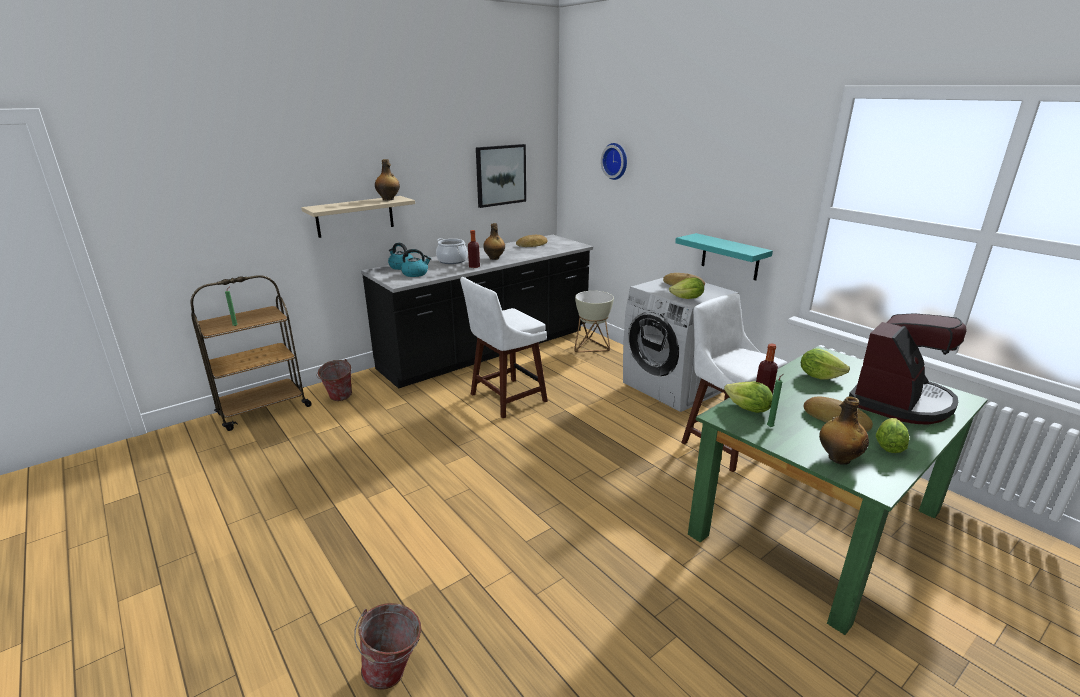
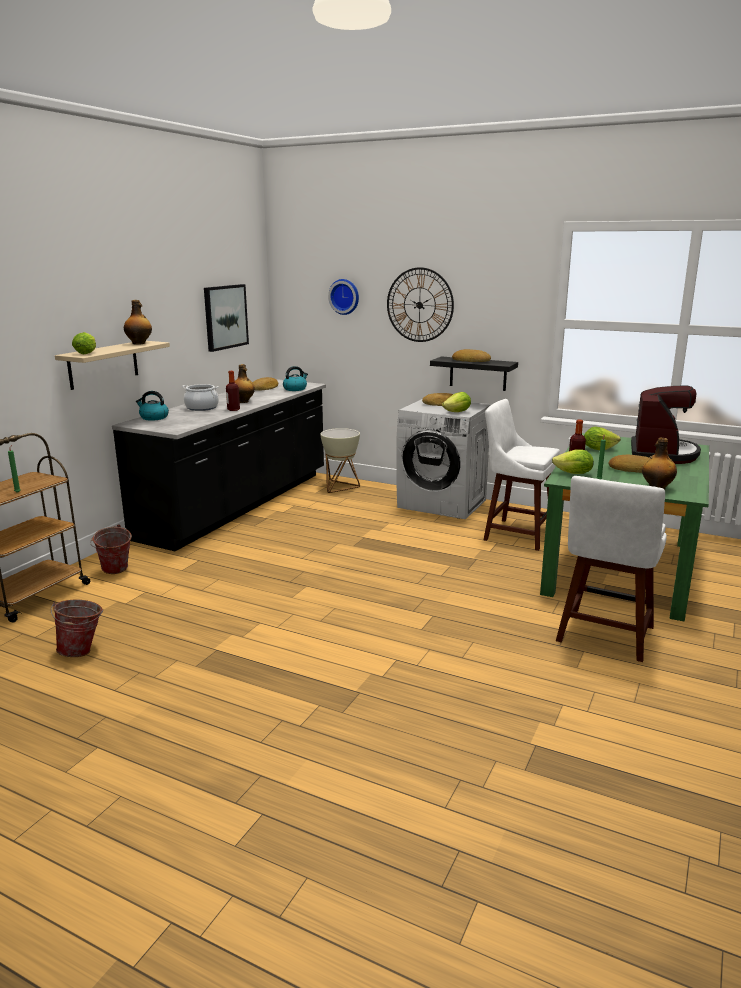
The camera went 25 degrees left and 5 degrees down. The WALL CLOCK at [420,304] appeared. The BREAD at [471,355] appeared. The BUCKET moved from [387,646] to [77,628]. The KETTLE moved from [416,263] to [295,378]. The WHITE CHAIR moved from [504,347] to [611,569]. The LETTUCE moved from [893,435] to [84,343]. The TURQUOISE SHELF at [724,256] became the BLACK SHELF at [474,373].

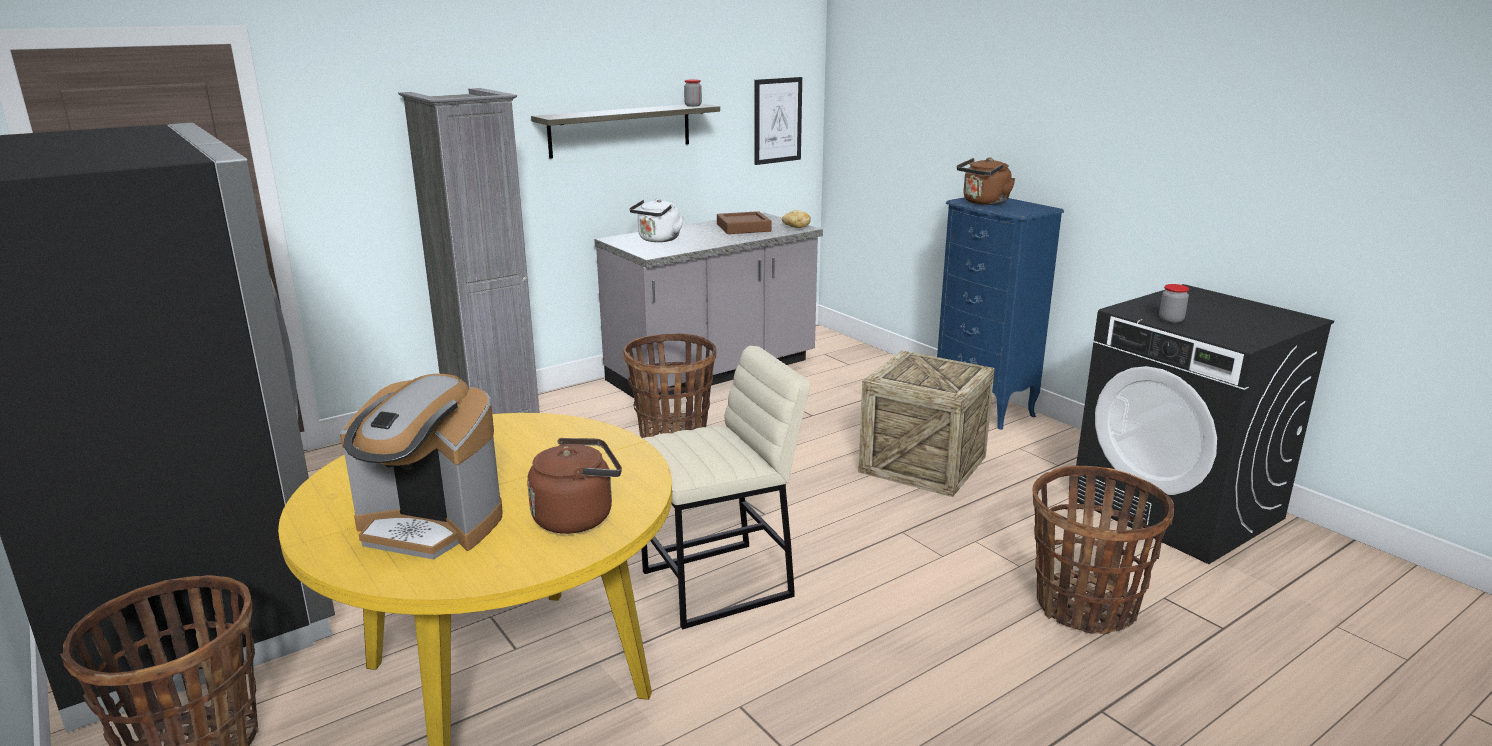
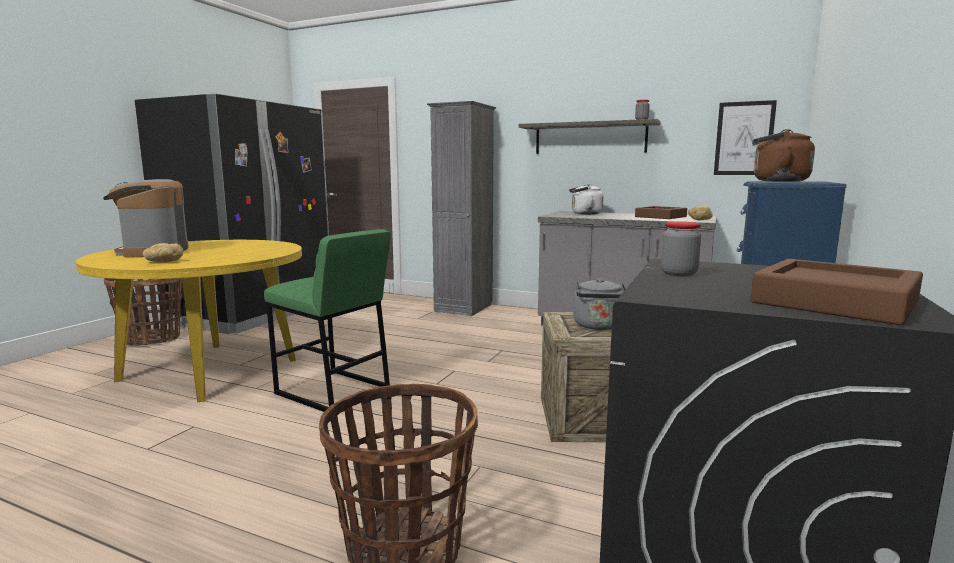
The camera went 60 degrees right and 10 degrees down. The BASKET at [669,385] disappeared. The GREY KETTLE at [599,304] appeared. The BROWN TRAY at [837,292] appeared. The BROWN KETTLE at [574,486] was replaced by the BREAD at [163,252]. The BEIGE CHAIR at [725,487] became the GREEN CHAIR at [327,320].

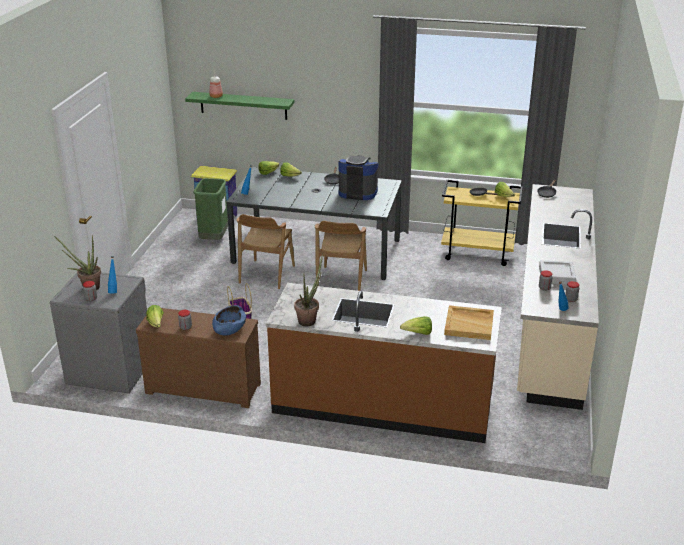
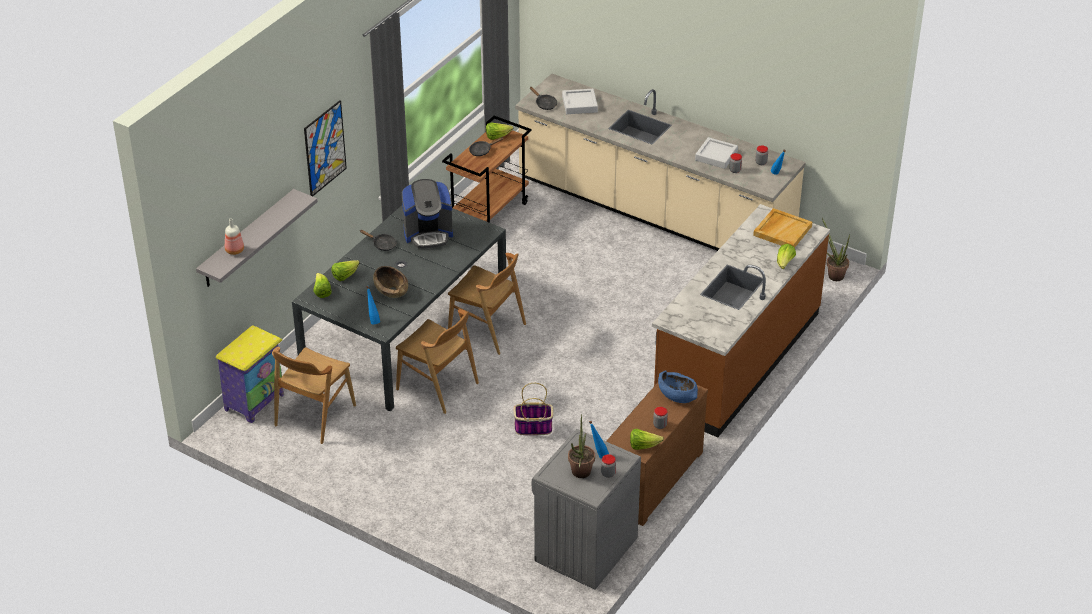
The camera went 70 degrees left and 10 degrees up. The PICTURE at [325,148] appeared. The BROWN BOWL at [390,282] appeared. The GREY TRAY at [580,101] appeared. The POTTED PLANT moved from [308,290] to [836,249]. The GREEN TRASH CAN at [210,209] was replaced by the BROWN CHAIR at [314,395]. The GREEN SHELF at [240,106] became the GREY SHELF at [257,238]. The YELLOW CART at [482,223] became the BROWN CART at [487,169]. The COFFEE MACHINE at [358,177] turned 135 degrees counterclockwise.

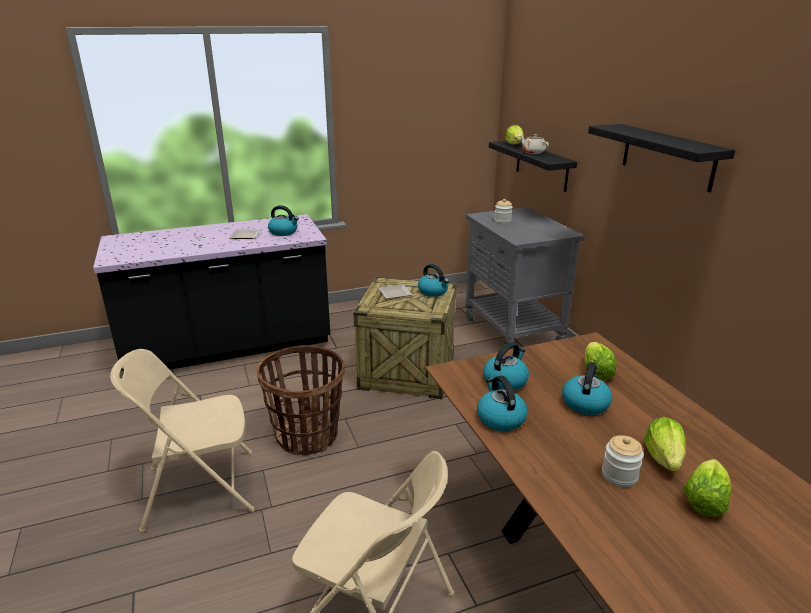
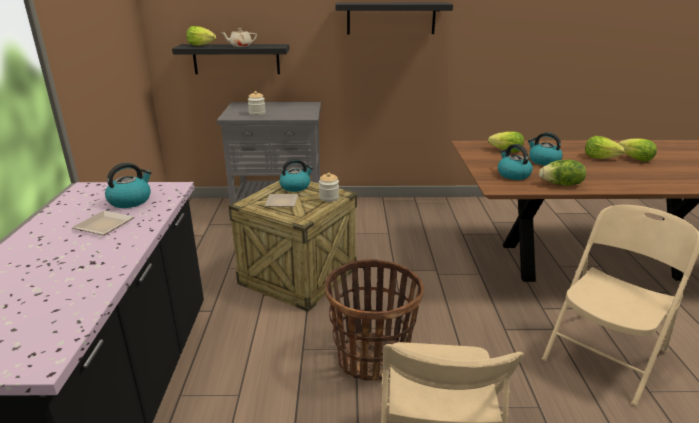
The camera went 70 degrees left and 0 degrees up. The JAR moved from [623,461] to [329,187]. The KETTLE at [502,403] was replaced by the LETTUCE at [562,173].

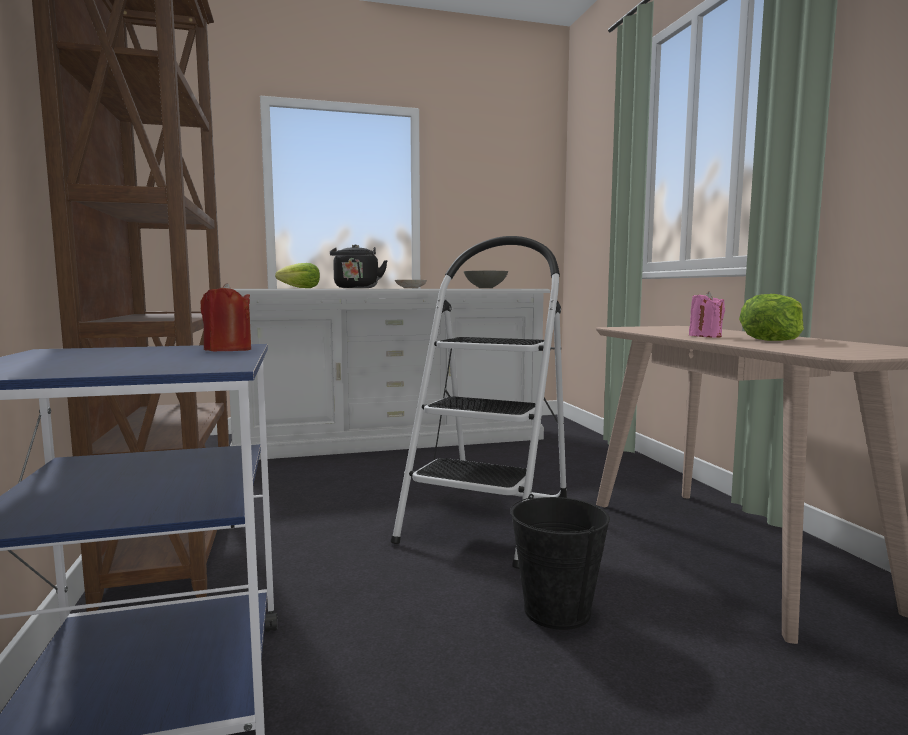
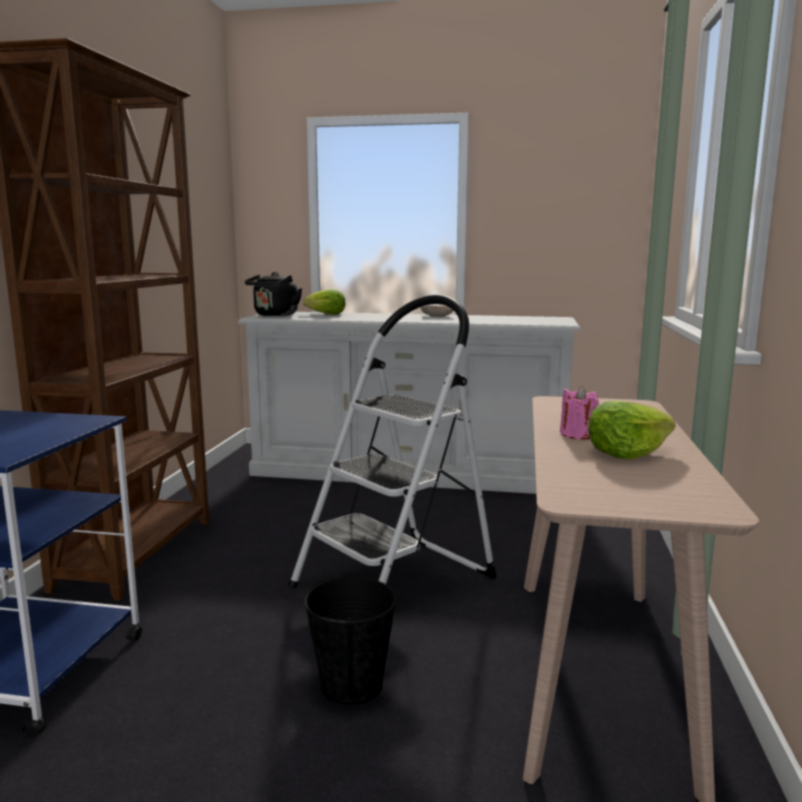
The camera went 25 degrees right and 5 degrees up. The RED CANDLE at [225,317] disappeared. The GREY BOWL at [486,279] disappeared. The BLACK KETTLE moved from [359,266] to [273,294].

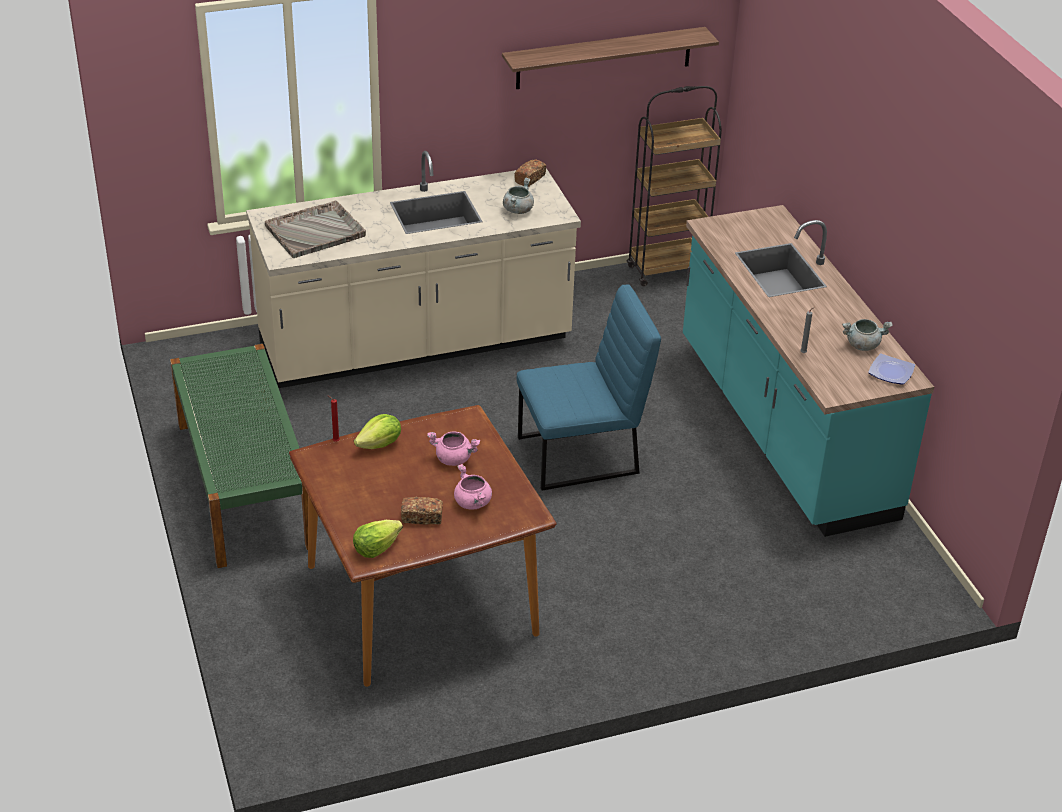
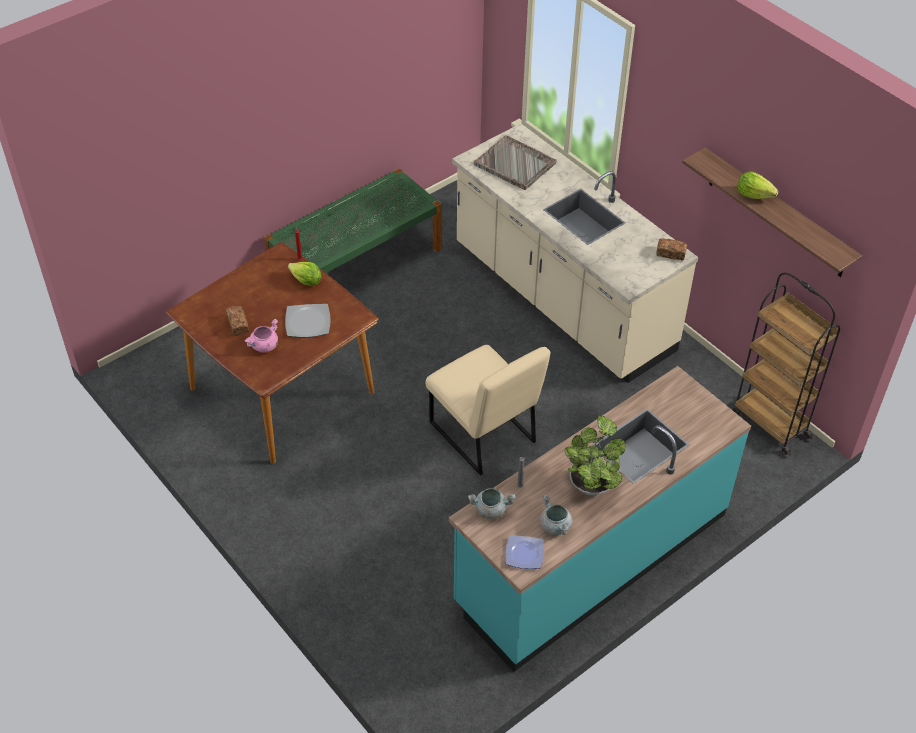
The camera went 70 degrees right and 10 degrees up. The POTTED PLANT at [595,456] appeared. The LETTUCE moved from [378,539] to [757,185]. The GREY COOKING POT moved from [518,195] to [491,503]. The PINK COOKING POT at [453,448] was replaced by the PLATE at [308,320]. The BLUE CHAIR at [589,387] became the BEIGE CHAIR at [488,410].

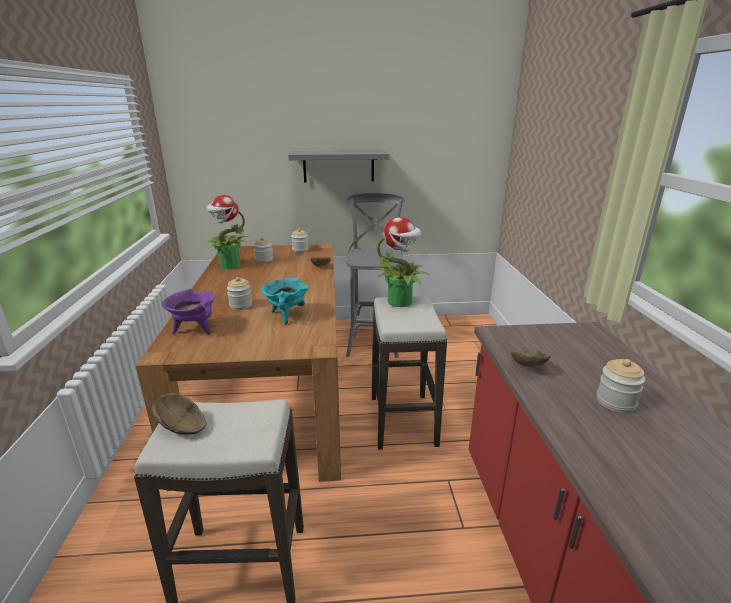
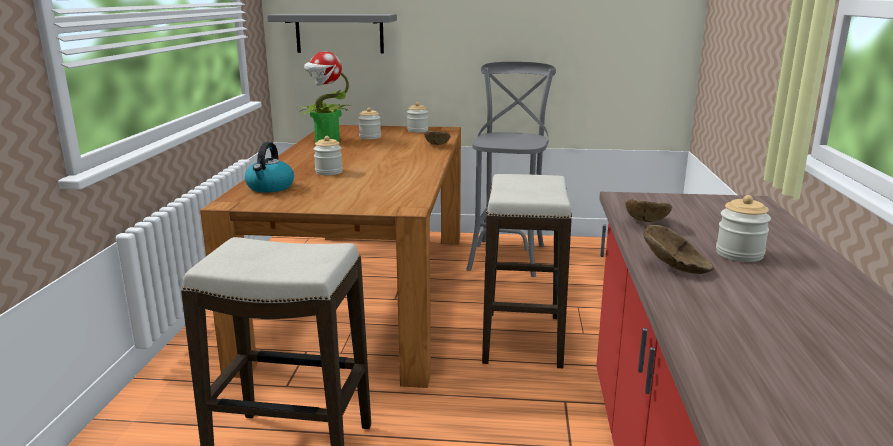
The camera went 10 degrees right and 5 degrees down. The TURQUOISE COOKING POT at [285,301] disappeared. The POTTED PLANT at [401,262] disappeared. The BROWN BOWL moved from [178,414] to [678,249]. The GREY SHELF moved from [339,166] to [332,33]. The PURPLE COOKING POT at [188,312] was replaced by the KETTLE at [269,167].

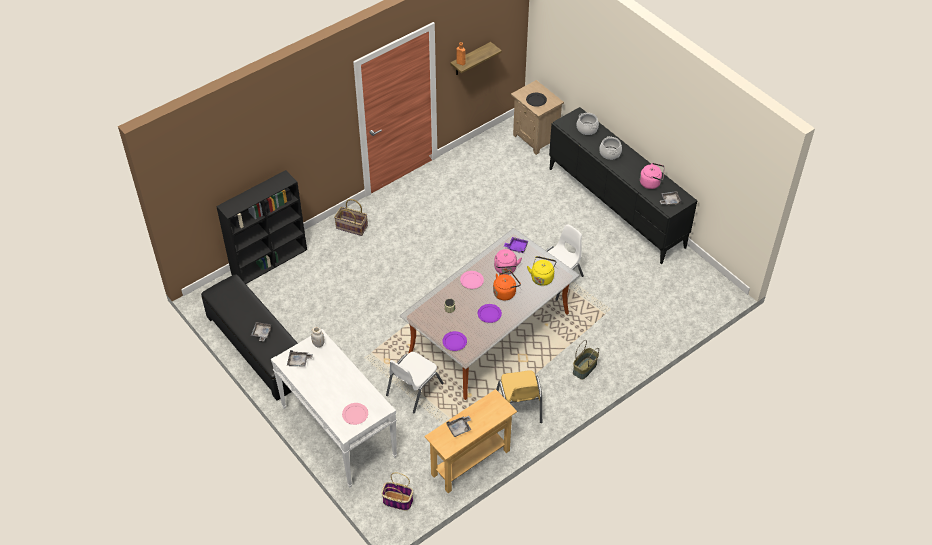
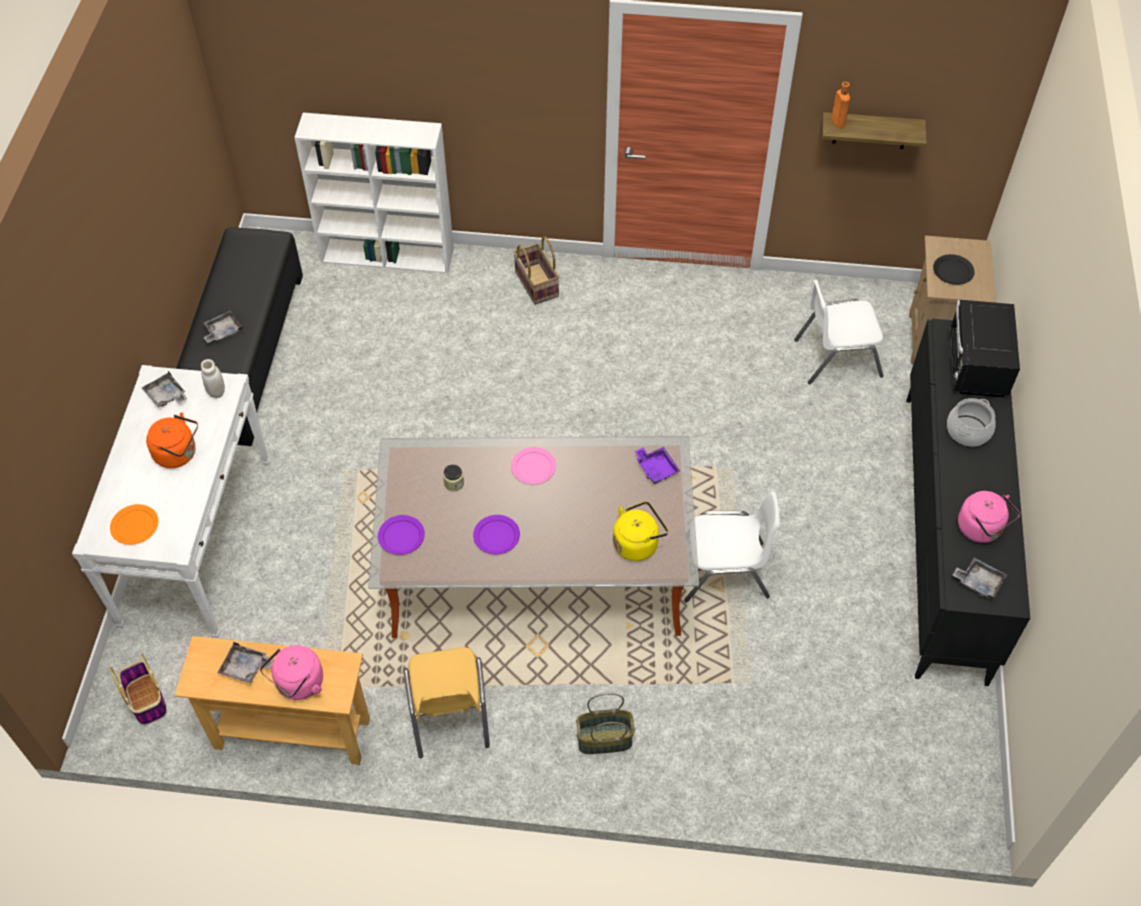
The camera went 45 degrees right and 5 degrees up. The WHITE CHAIR moved from [415,382] to [839,332]. The ORANGE KETTLE moved from [507,285] to [172,440]. The PINK KETTLE moved from [508,262] to [291,672]. The COOKING POT at [588,124] was replaced by the BLACK MICROWAVE at [985,348]. The BLACK BOOKCASE at [261,227] became the WHITE BOOKCASE at [374,193]. The PINK PLATE at [355,414] became the ORANGE PLATE at [134,524]. The YELLOW CHAIR at [519,396] turned 45 degrees counterclockwise.

